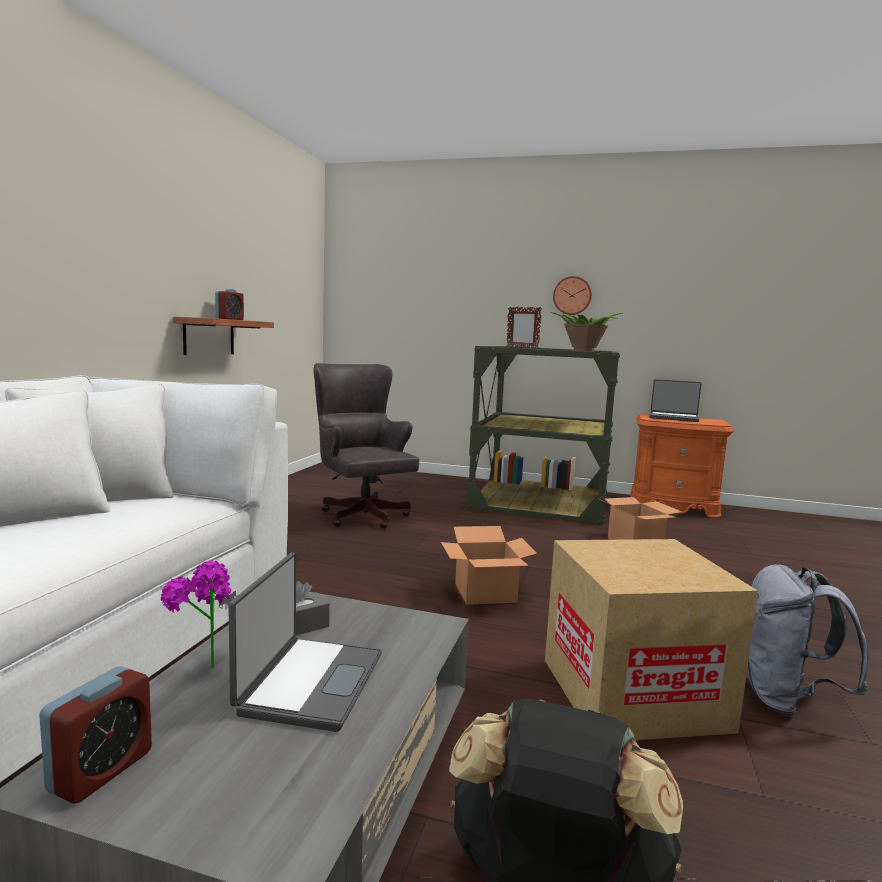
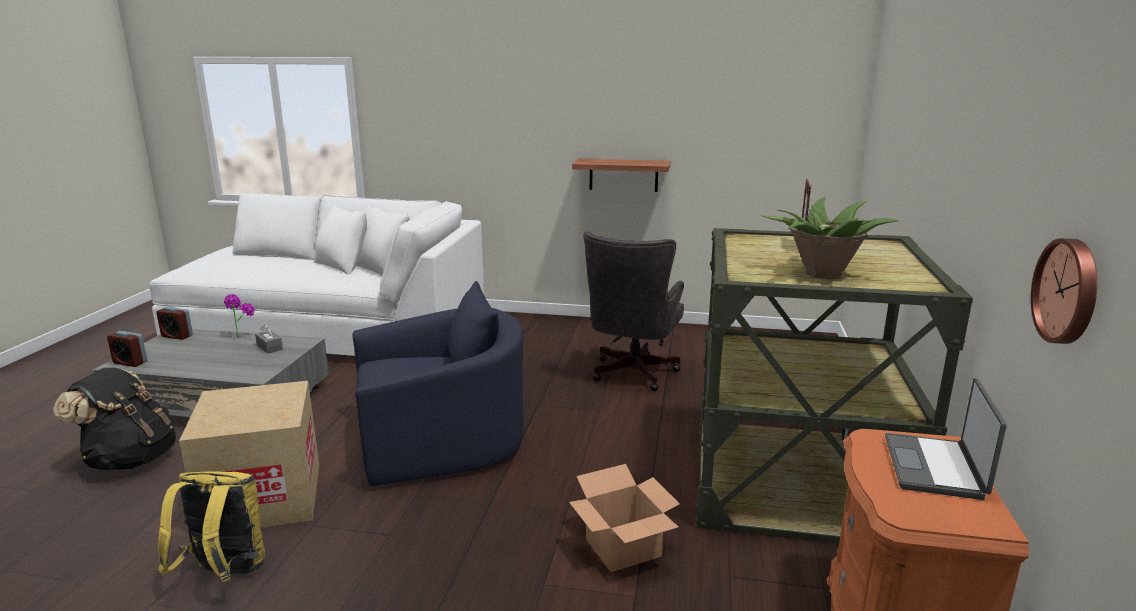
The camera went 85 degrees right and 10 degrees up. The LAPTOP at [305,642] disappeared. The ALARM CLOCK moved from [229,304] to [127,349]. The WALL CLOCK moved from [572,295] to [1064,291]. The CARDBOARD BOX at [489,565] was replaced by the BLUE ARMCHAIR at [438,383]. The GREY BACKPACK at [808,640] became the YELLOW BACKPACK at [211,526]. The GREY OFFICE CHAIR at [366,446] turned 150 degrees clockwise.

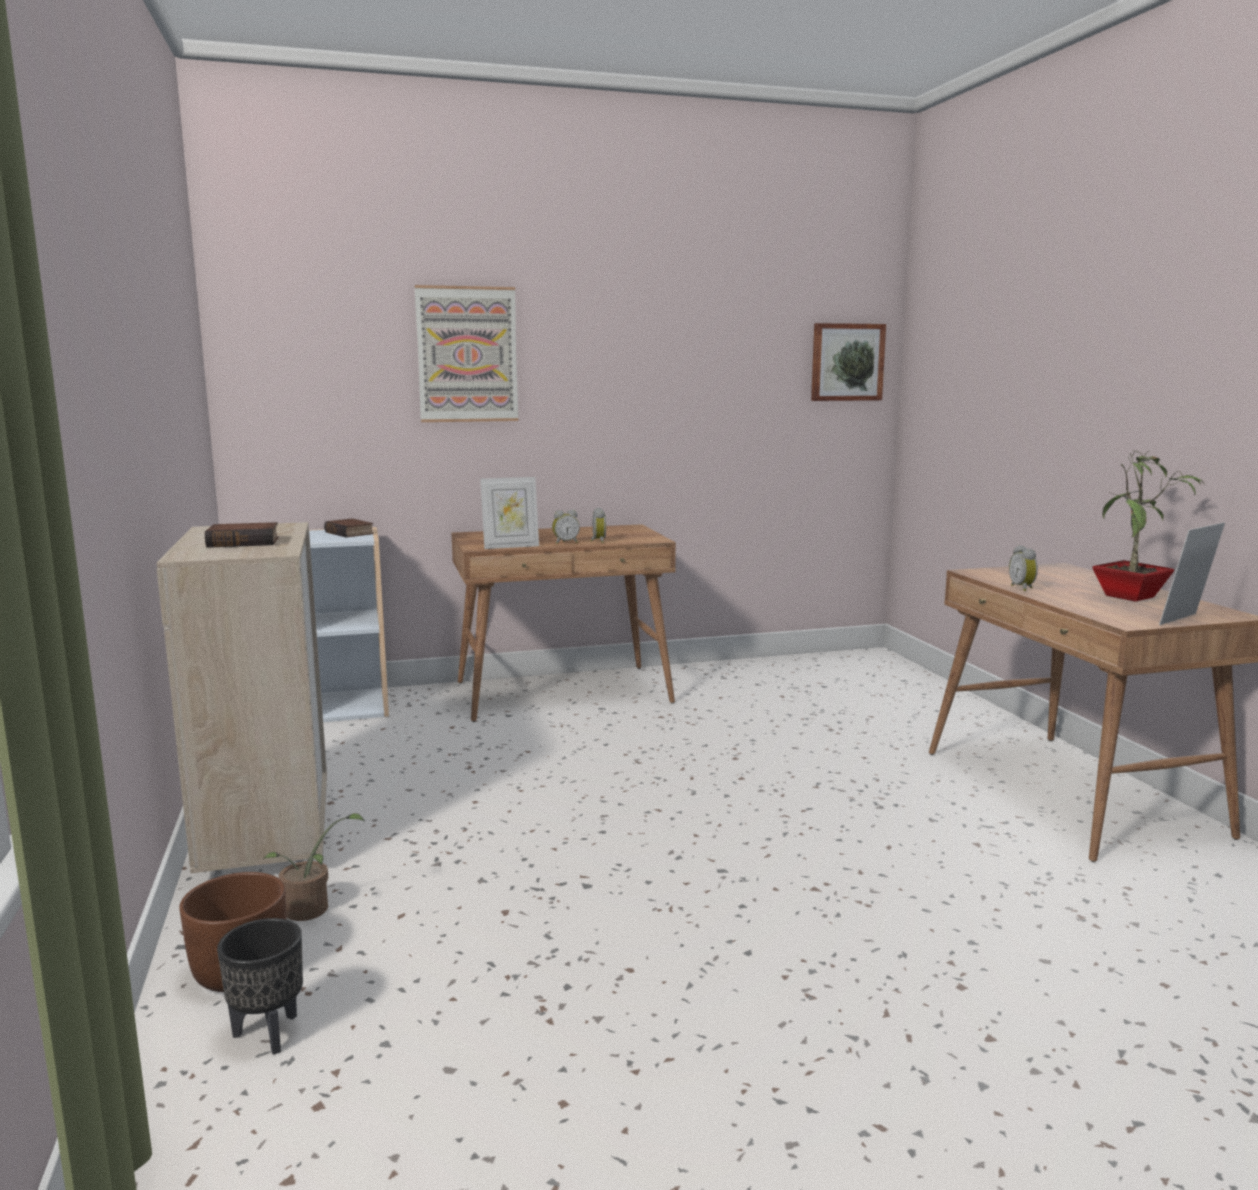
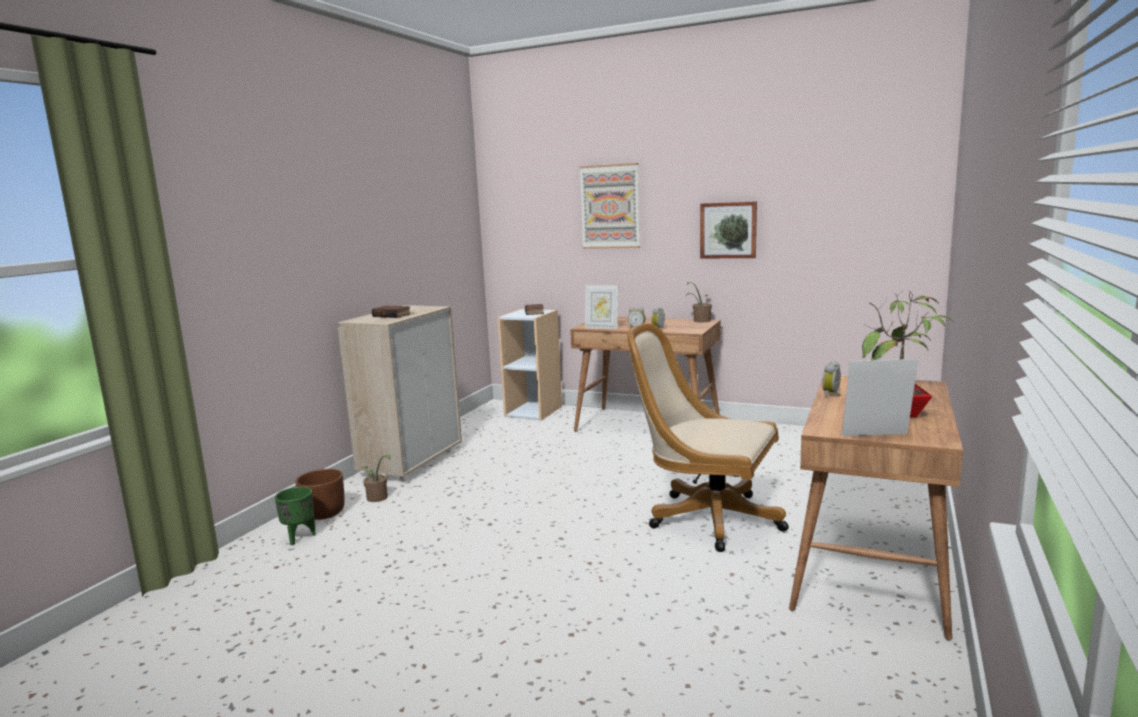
The camera went 40 degrees right and 0 degrees up. The OFFICE CHAIR at [708,437] appeared. The POTTED PLANT at [699,302] appeared. The PICTURE moved from [848,362] to [728,229]. The BLACK PLANTER at [260,986] became the GREEN PLANTER at [295,516].

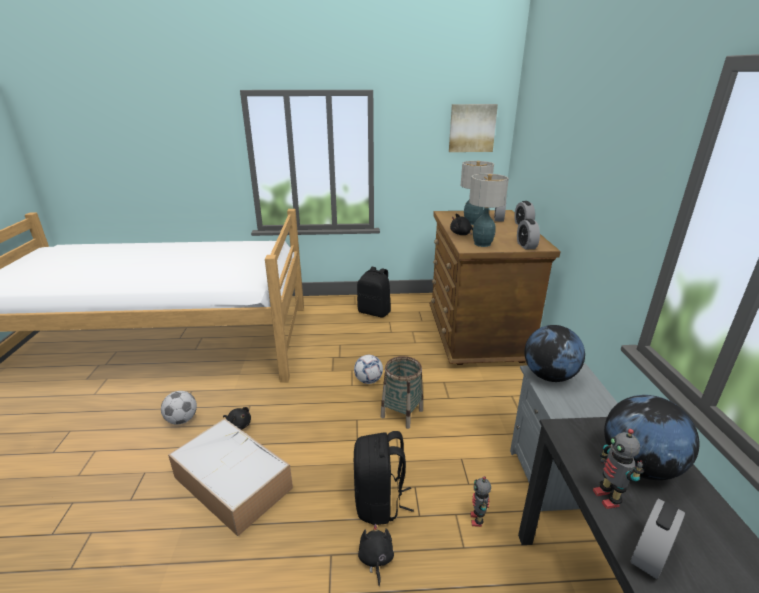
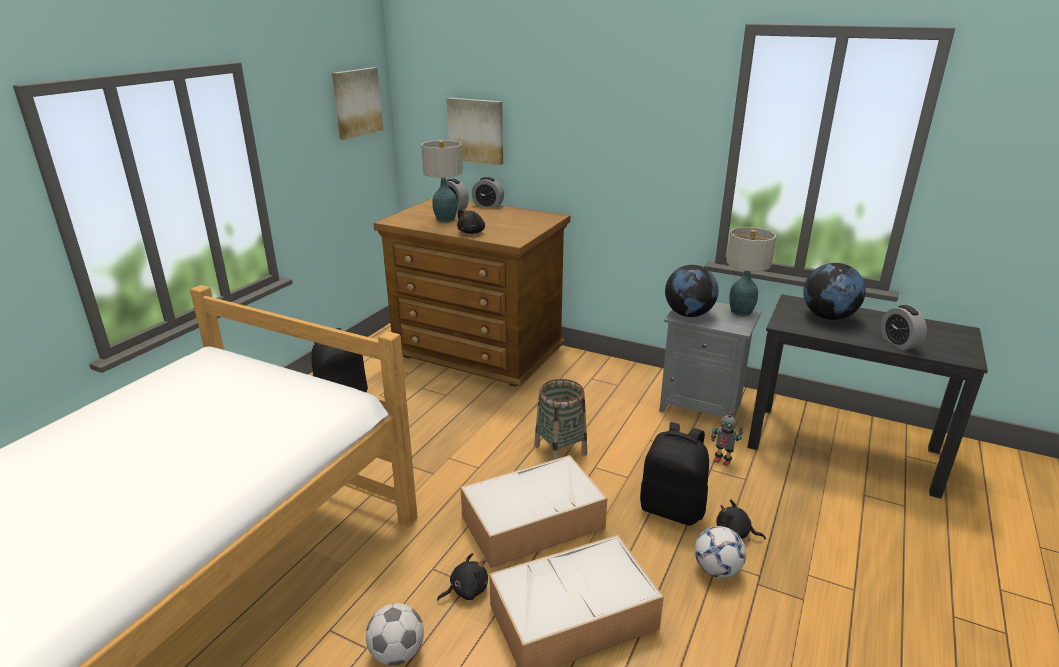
The camera went 60 degrees left and 0 degrees up. The ALARM CLOCK at [528,234] disappeared. The TOY ROBOT at [618,469] disappeared. The PICTURE at [475,131] appeared. The STORAGE BOX at [534,511] appeared. The FOOTBALL moved from [368,369] to [720,552]. The TABLE LAMP moved from [489,210] to [751,271].

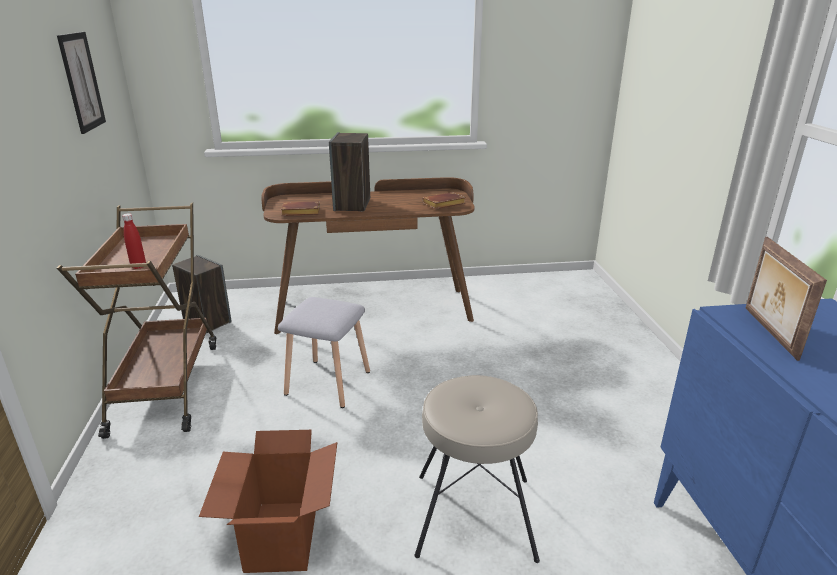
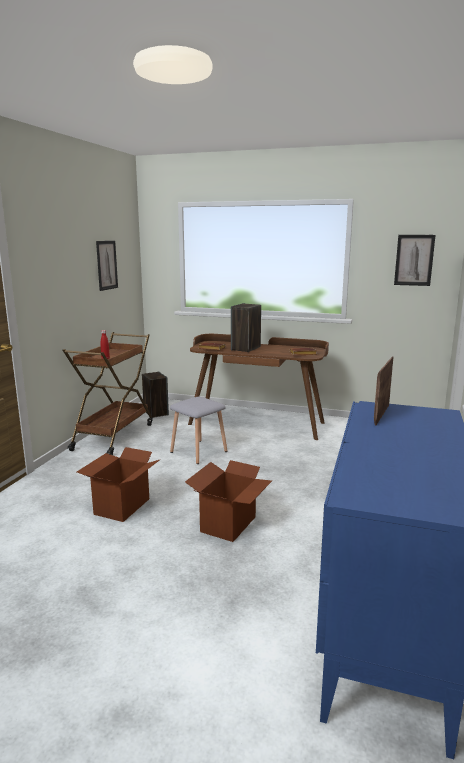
The camera went 25 degrees right and 10 degrees down. The PICTURE at [415,260] appeared. The BEIGE STOOL at [477,469] was replaced by the CARDBOARD BOX at [228,501].

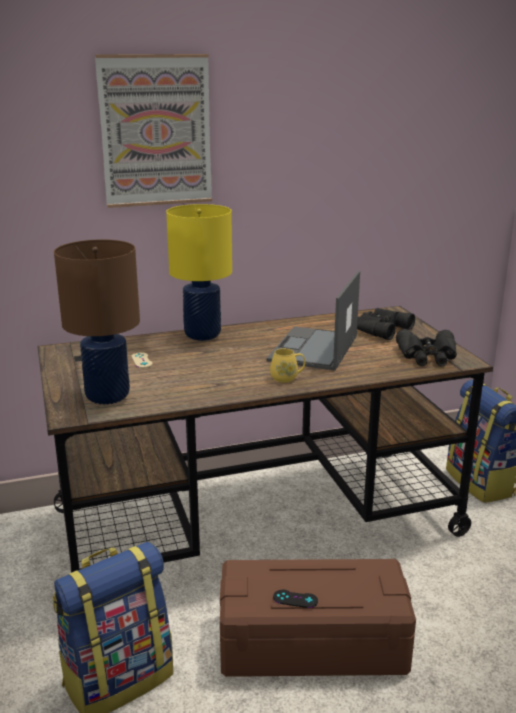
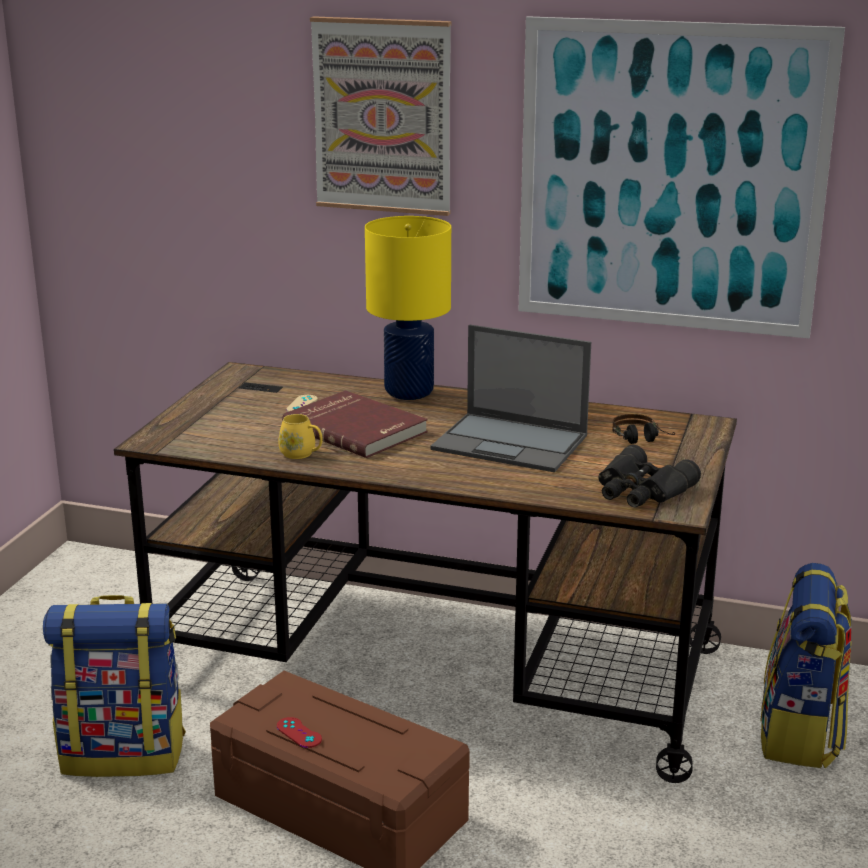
The camera went 35 degrees right and 0 degrees up. The BROWN TABLE LAMP at [97,322] disappeared. The RED BOOK at [355,424] appeared. The PICTURE at [681,177] appeared. The YELLOW MUG moved from [287,365] to [300,436]. The BLACK BINOCULARS at [386,324] was replaced by the HEADPHONES at [643,429]. The BLACK GAME CONTROLLER at [295,599] became the RED GAME CONTROLLER at [299,732]. The LAPTOP at [313,320] turned 120 degrees counterclockwise.

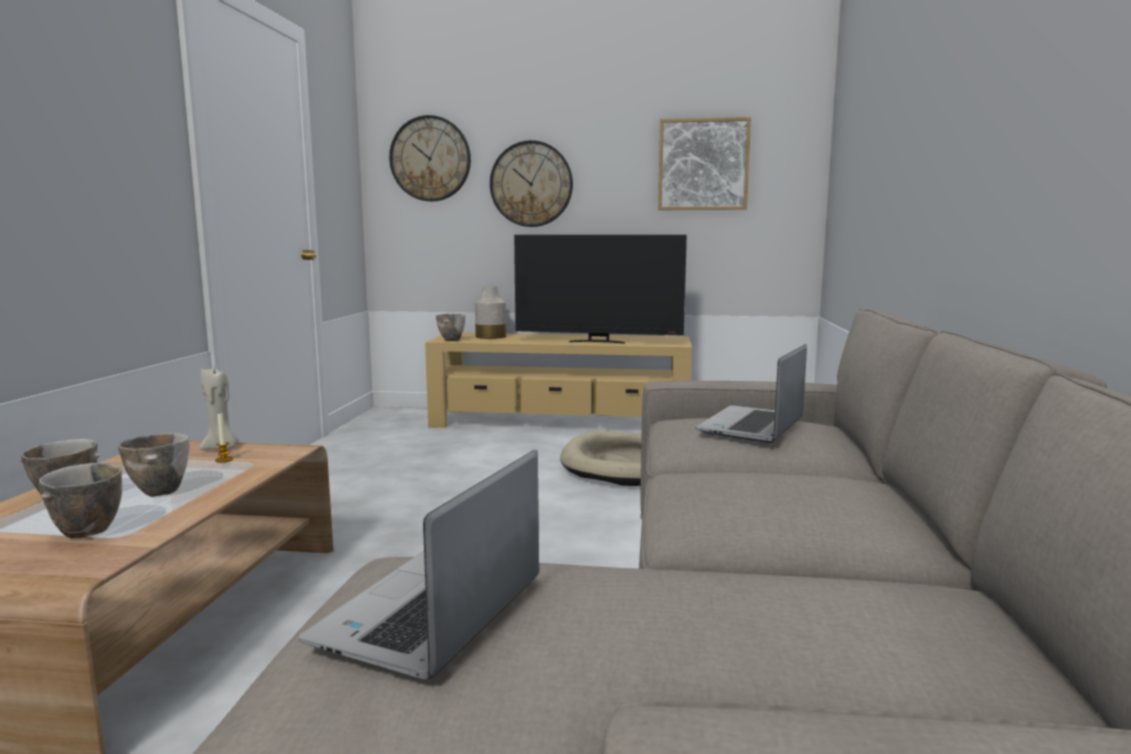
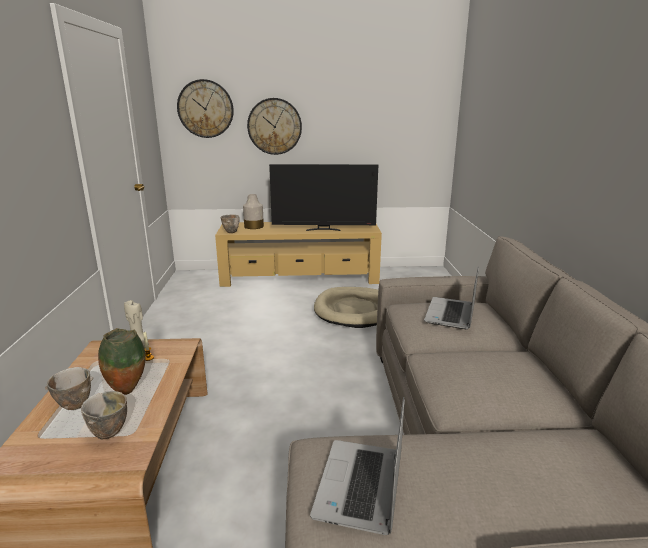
The camera went 10 degrees left and 10 degrees up. The PICTURE at [704,163] disappeared. The BOWL at [153,465] was replaced by the VASE at [122,361].

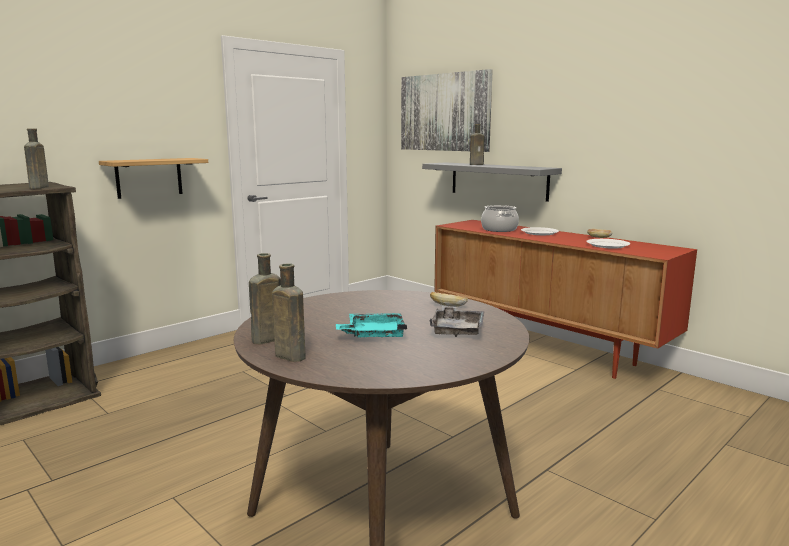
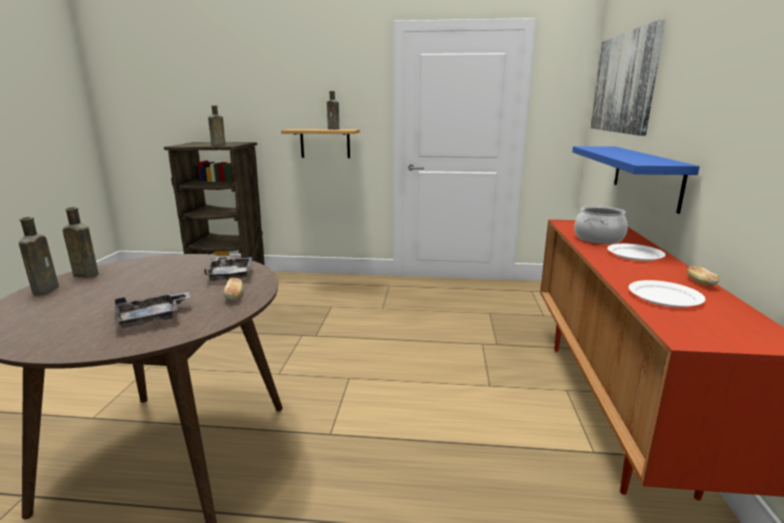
The camera went 50 degrees right and 5 degrees up. The TURQUOISE TRAY at [371,325] disappeared. The GREY TRAY at [228,268] appeared. The BROWN BOTTLE moved from [477,144] to [333,110]. The GREY SHELF at [492,182] became the BLUE SHELF at [636,180].

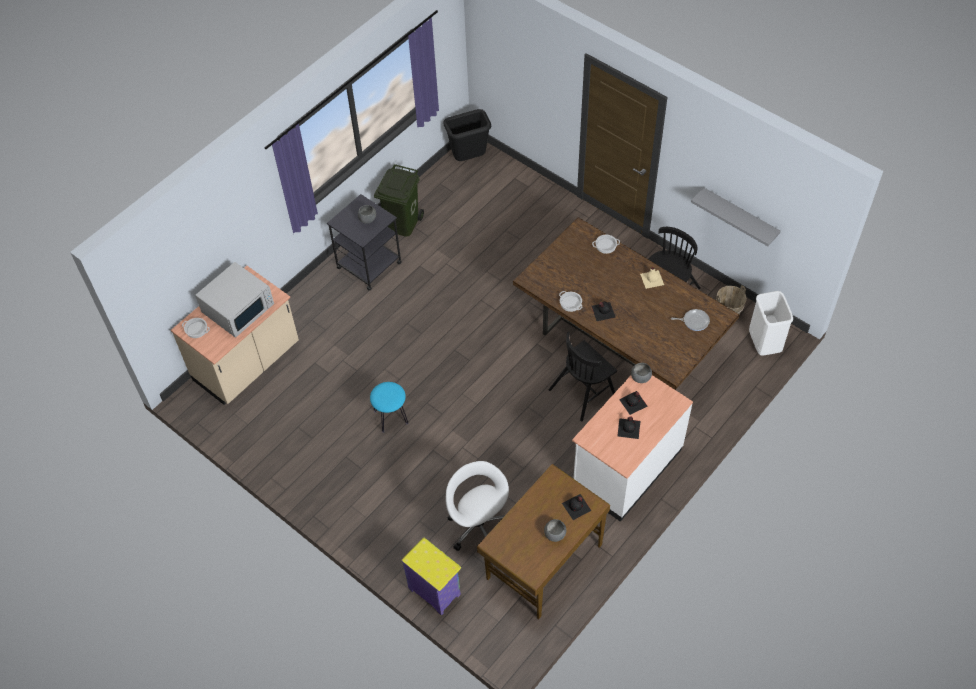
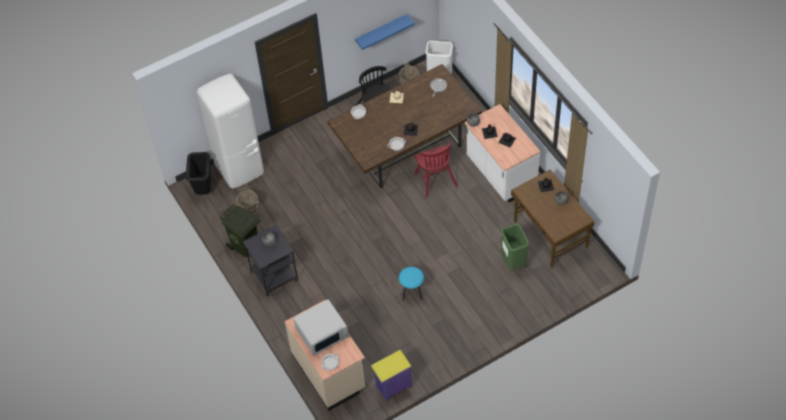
The camera went 70 degrees left and 0 degrees up. The WHITE FRIDGE at [230,131] appeared. The BROWN BUCKET at [247,201] appeared. The NIGHTSTAND moved from [431,576] to [391,375]. The WHITE OFFICE CHAIR at [477,506] was replaced by the GREEN TRASH CAN at [515,247]. The BLACK CHAIR at [583,376] became the RED CHAIR at [436,169]. The GREY SHELF at [736,216] became the BLUE SHELF at [385,32]. The WHITE MICROWAVE at [234,300] turned 90 degrees clockwise.

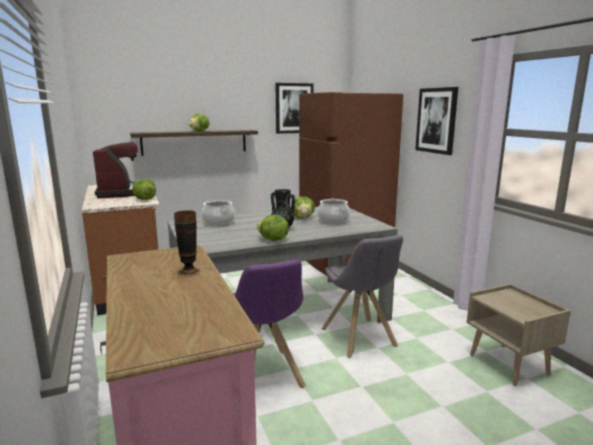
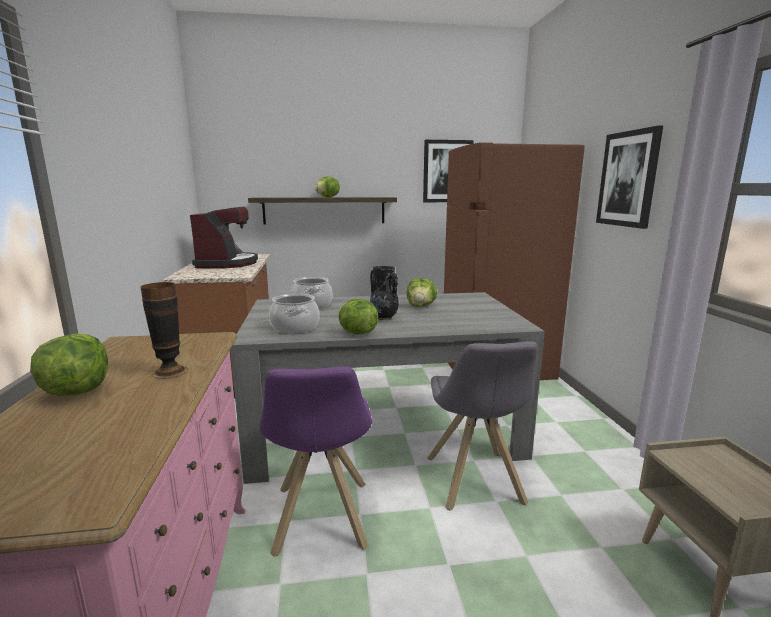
The camera went 15 degrees right and 0 degrees up. The LETTUCE moved from [144,189] to [69,365]. The COOKING POT moved from [333,211] to [294,314].

